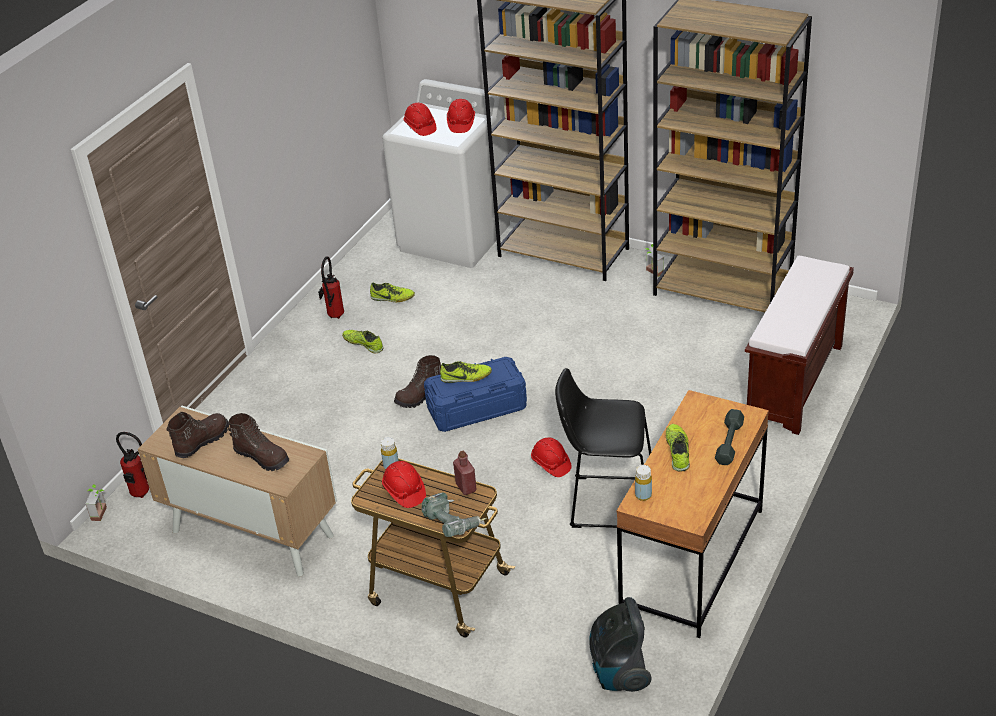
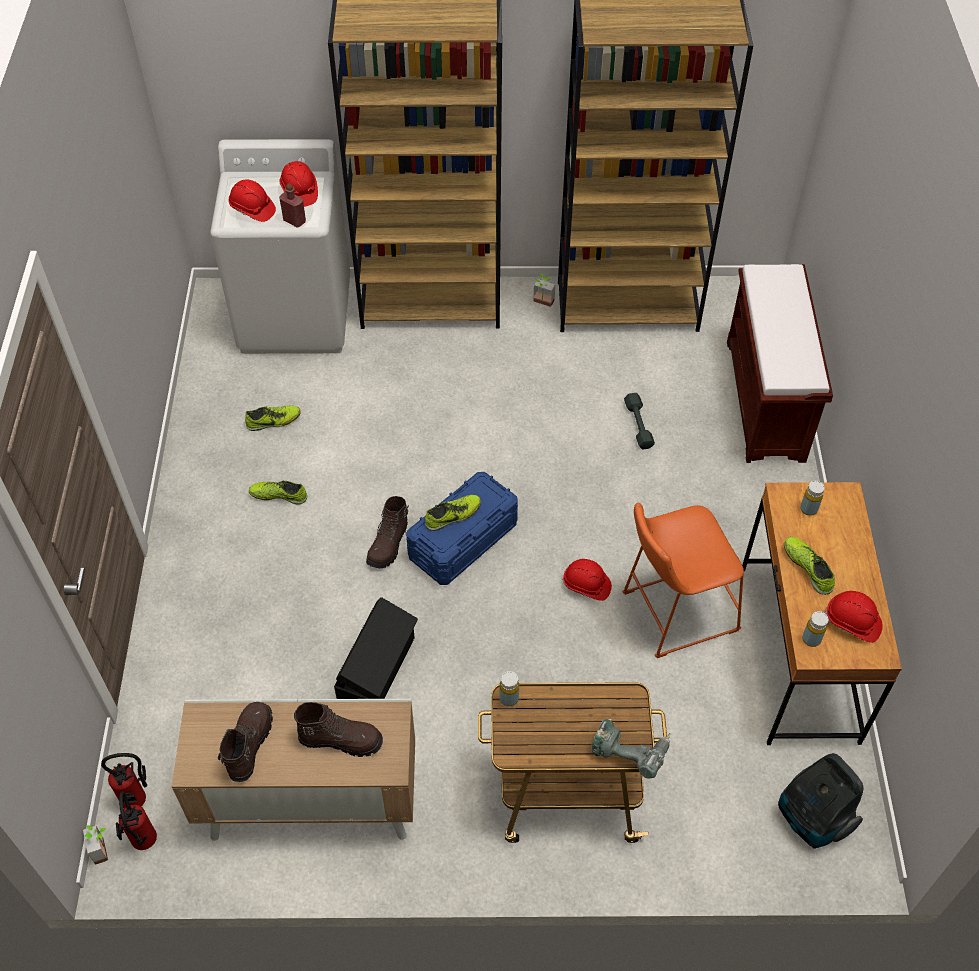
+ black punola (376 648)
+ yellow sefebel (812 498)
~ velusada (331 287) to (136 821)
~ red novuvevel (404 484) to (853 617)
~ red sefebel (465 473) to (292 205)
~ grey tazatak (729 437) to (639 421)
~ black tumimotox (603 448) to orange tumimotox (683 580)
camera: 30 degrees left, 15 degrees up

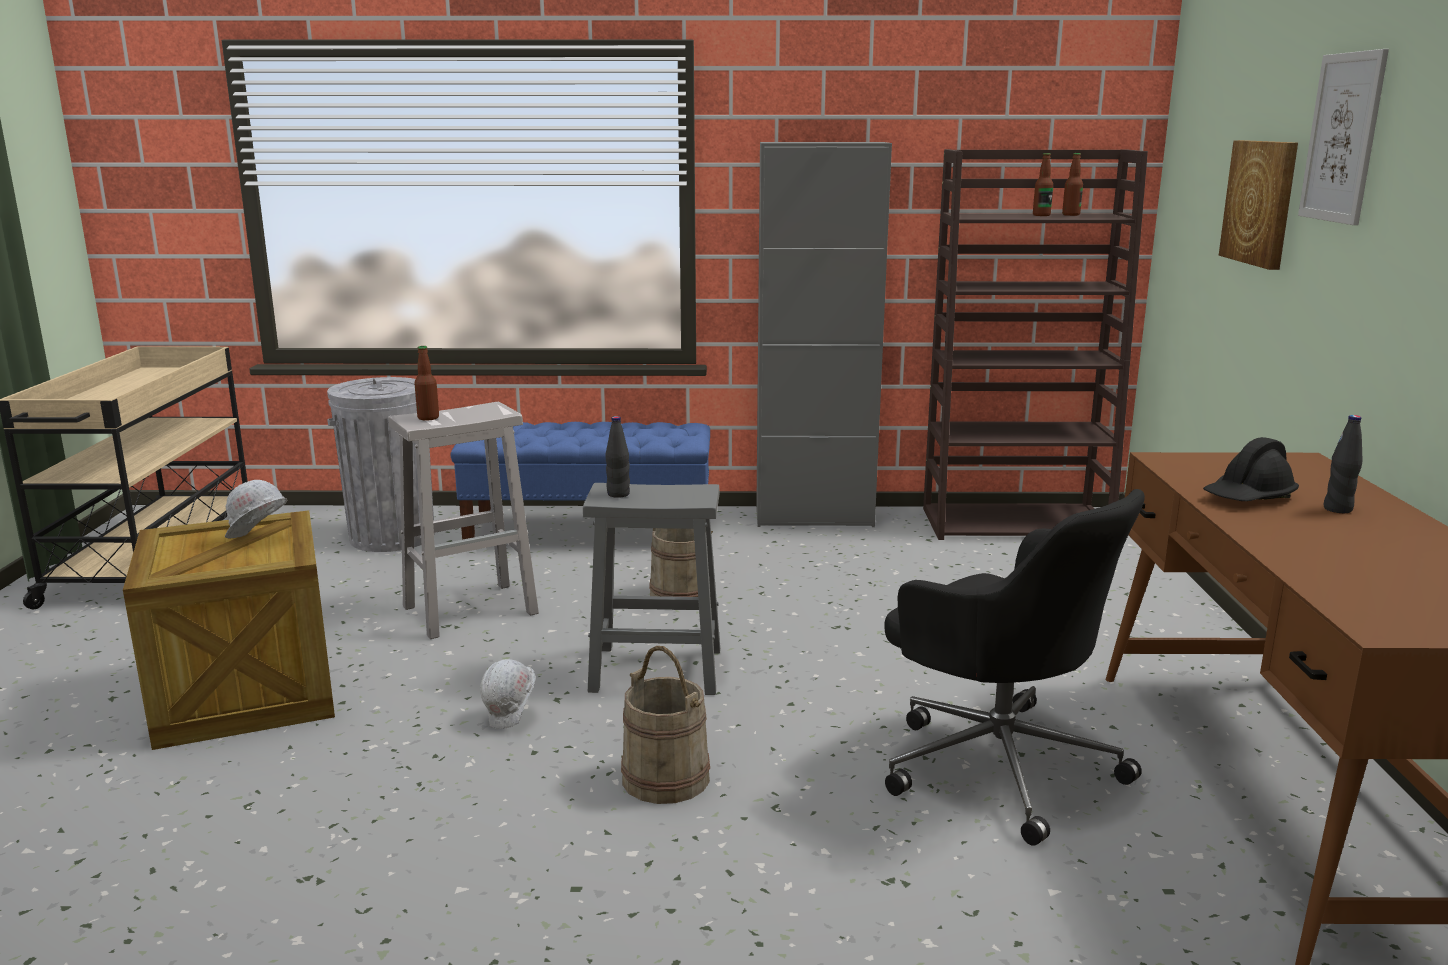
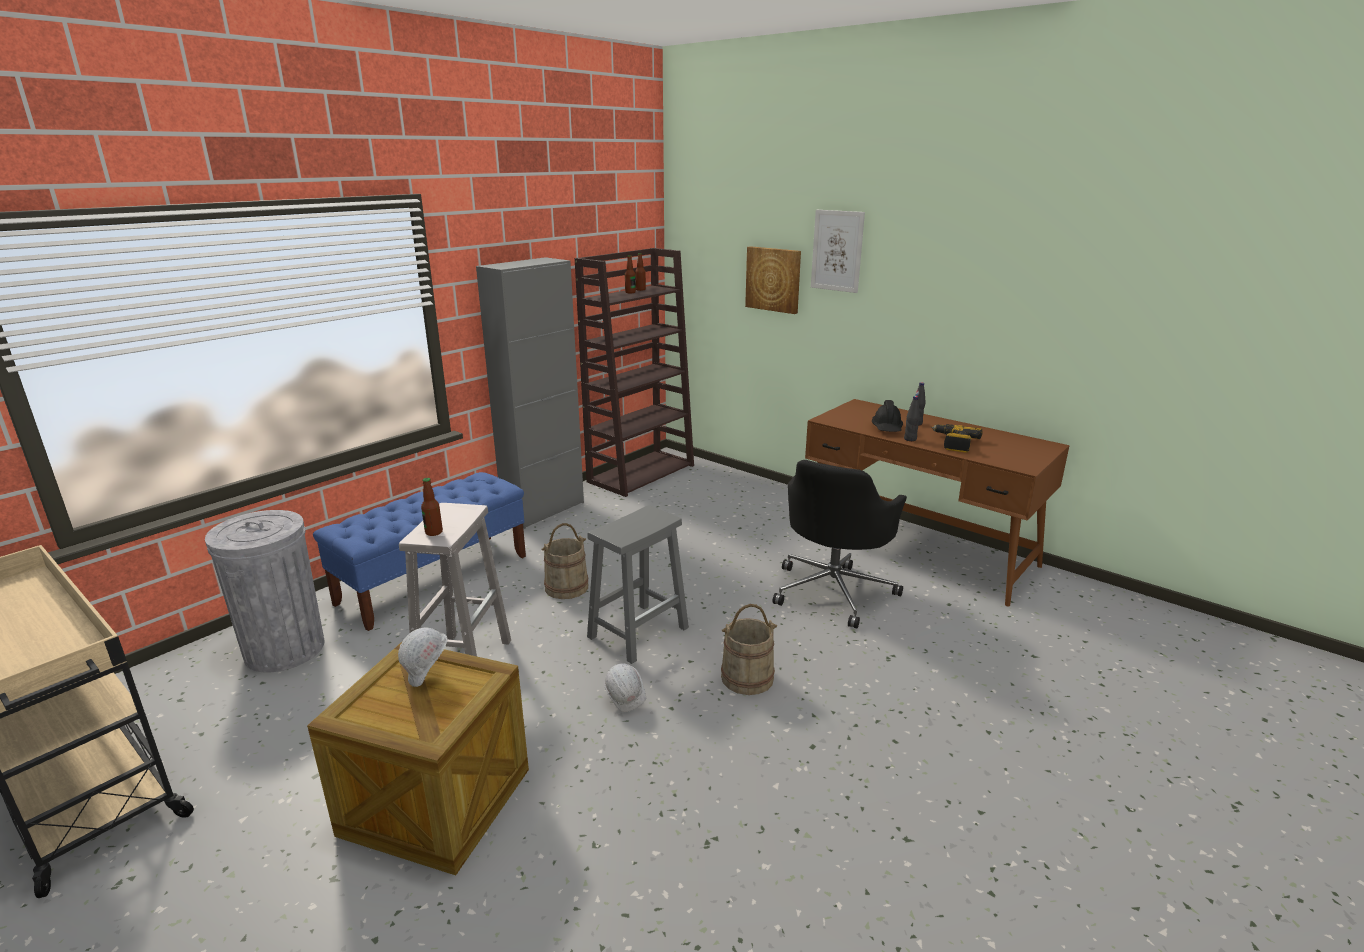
+ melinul (957 438)
~ black sefebel (618 457) to (912 418)
~ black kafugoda (1015 667) = (839 544) 120 degrees clockwise
camera: 50 degrees left, 5 degrees up

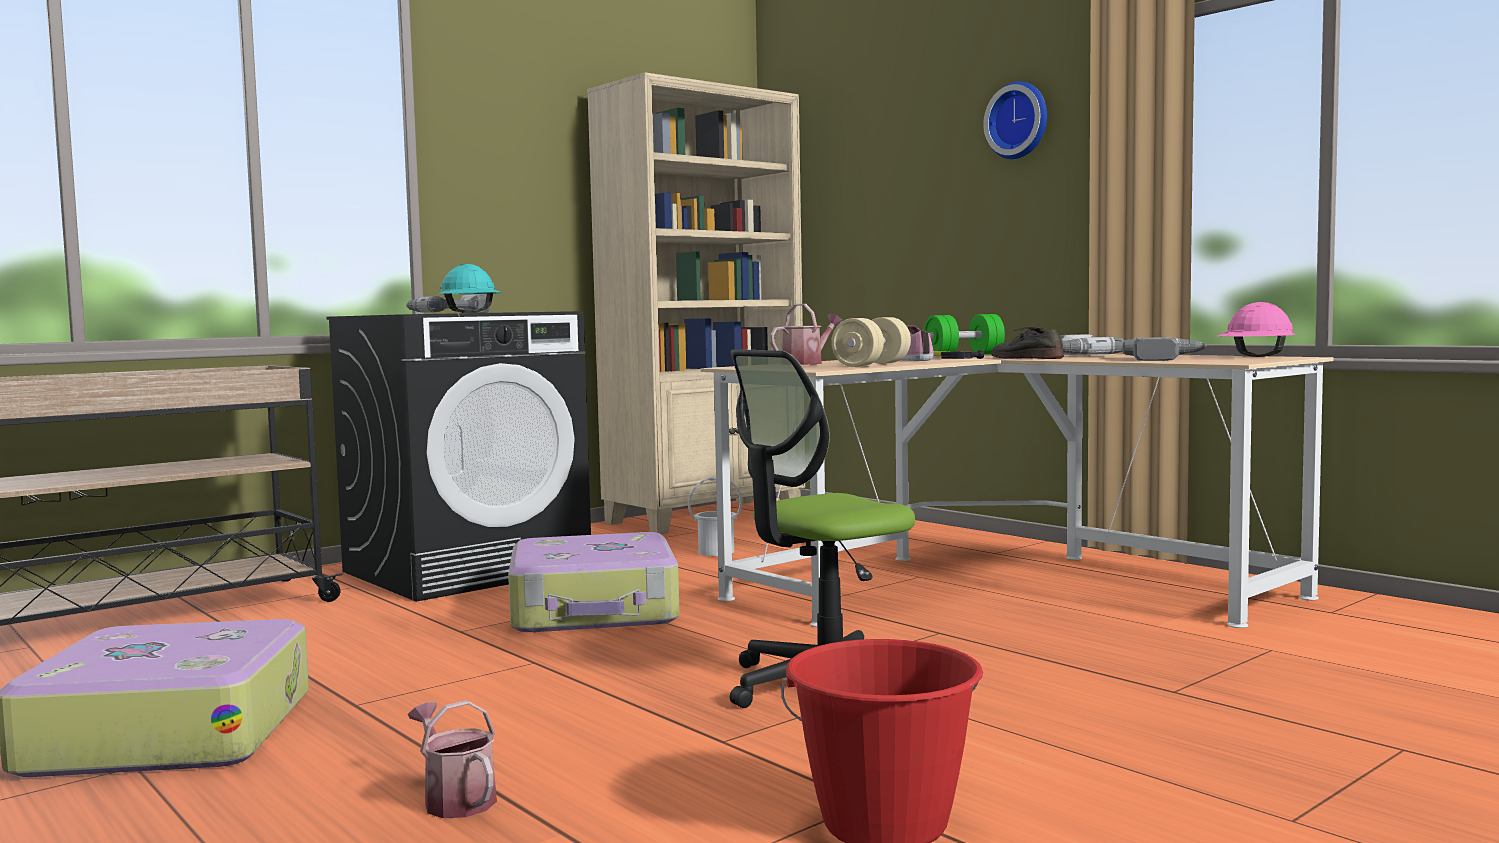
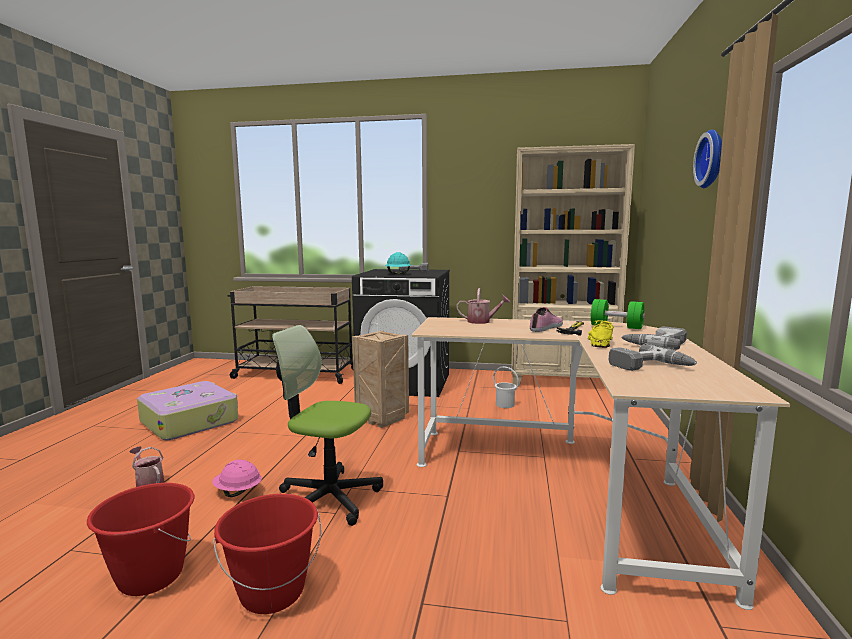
- beige tazatak (871 342)
+ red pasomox (267 554)
~ pink novuvevel (1256 329) to (237 478)
~ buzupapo (594 582) to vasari (380 379)
~ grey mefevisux (1027 342) to yellow mefevisux (601 334)
~ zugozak (452 759) = (147 466) 60 degrees counterclockwise
camera: 50 degrees right, 5 degrees up

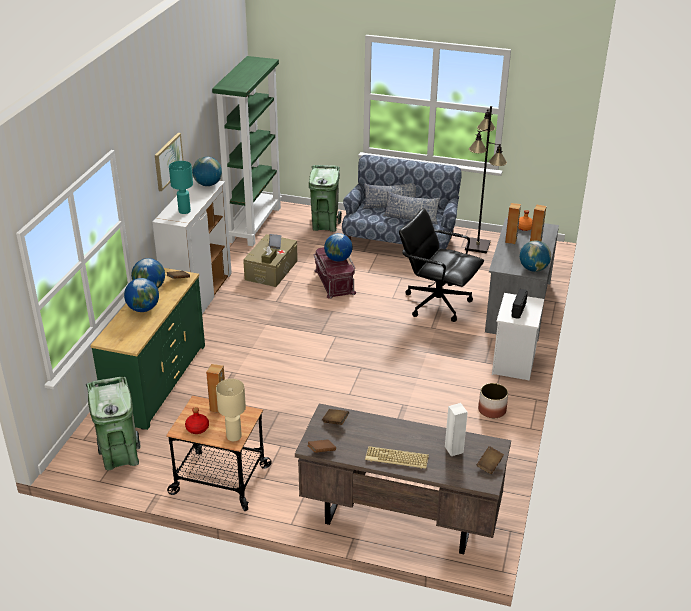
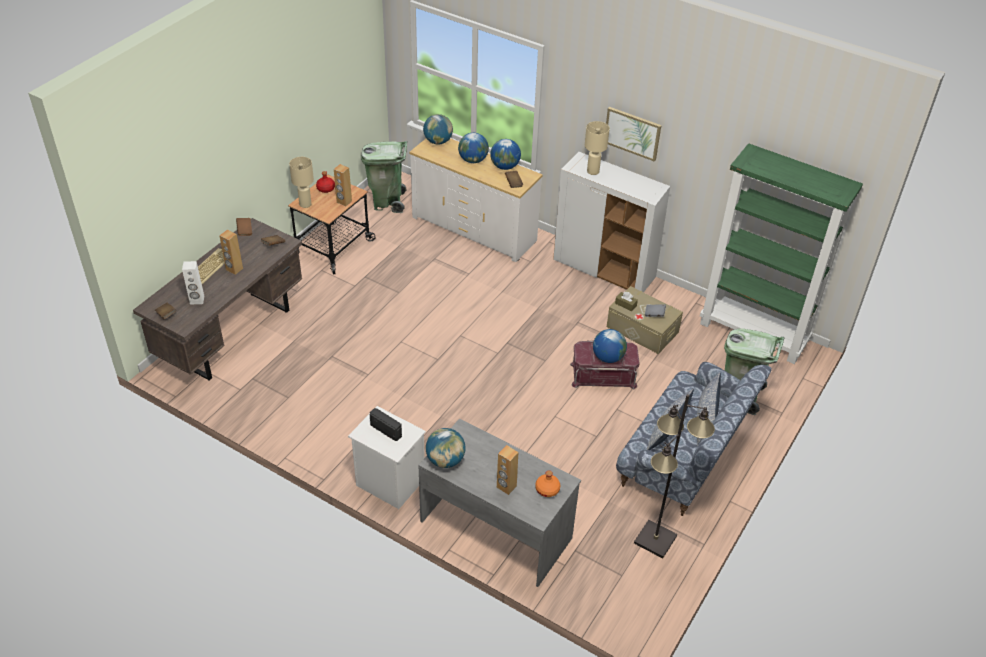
- black kafugoda (441 265)
- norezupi (493 400)
~ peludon (207 171) to (438 129)
~ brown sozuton (513 223) to (231 252)
~ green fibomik (147 349) to white fibomik (476 200)
~ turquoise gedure (181 187) to beige gedure (597 148)
camera: 105 degrees right, 10 degrees up

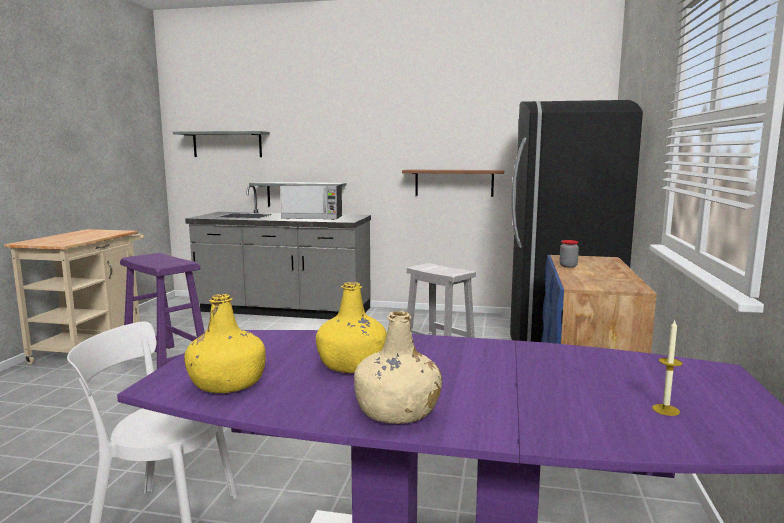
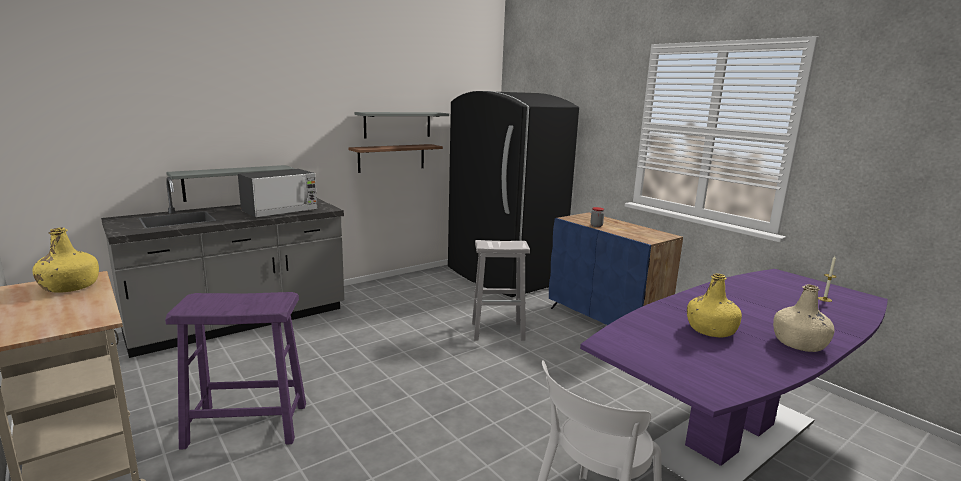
~ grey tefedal (221 144) to (401 125)
~ yellow sefebel (225 343) to (65 260)
camera: 50 degrees left, 5 degrees up

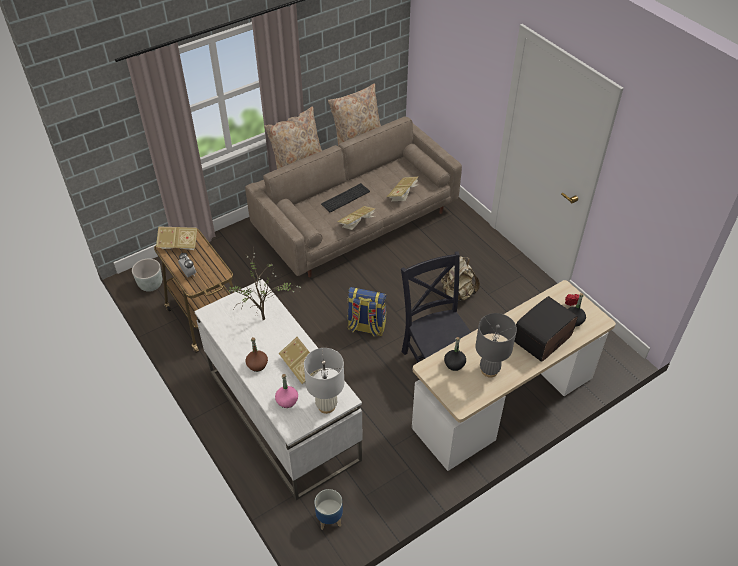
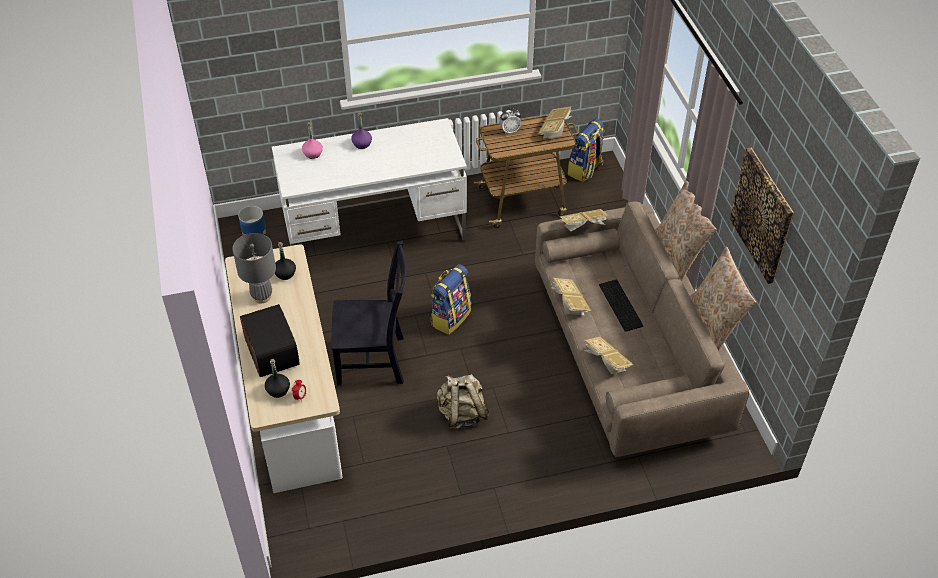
- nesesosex (261 283)
- white gedure (324 381)
+ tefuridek (762 216)
~ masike (300 360) to (584 220)
~ grey norezupi (147 275) to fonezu (586 150)
~ brown sefebel (257 354) to purple sefebel (361 130)
camera: 110 degrees right, 0 degrees up

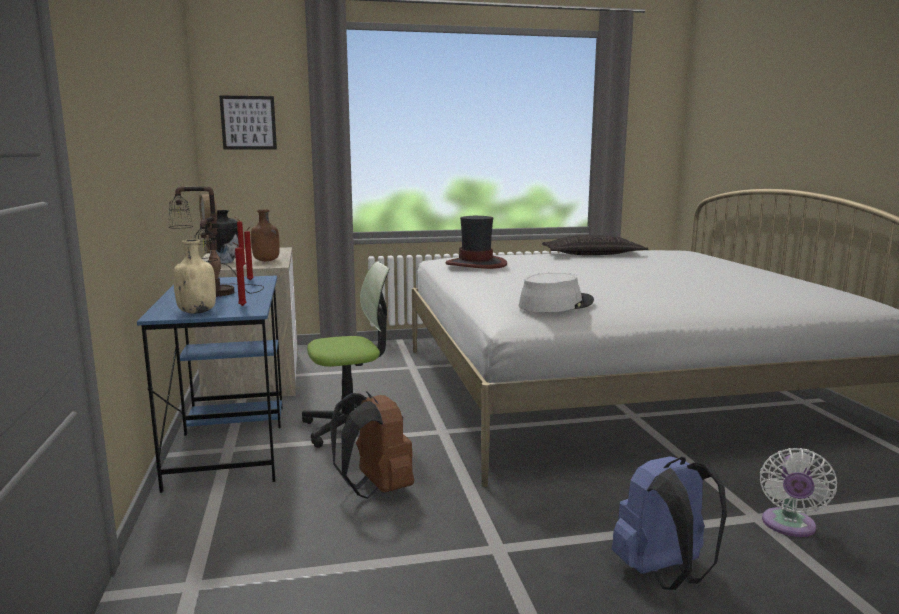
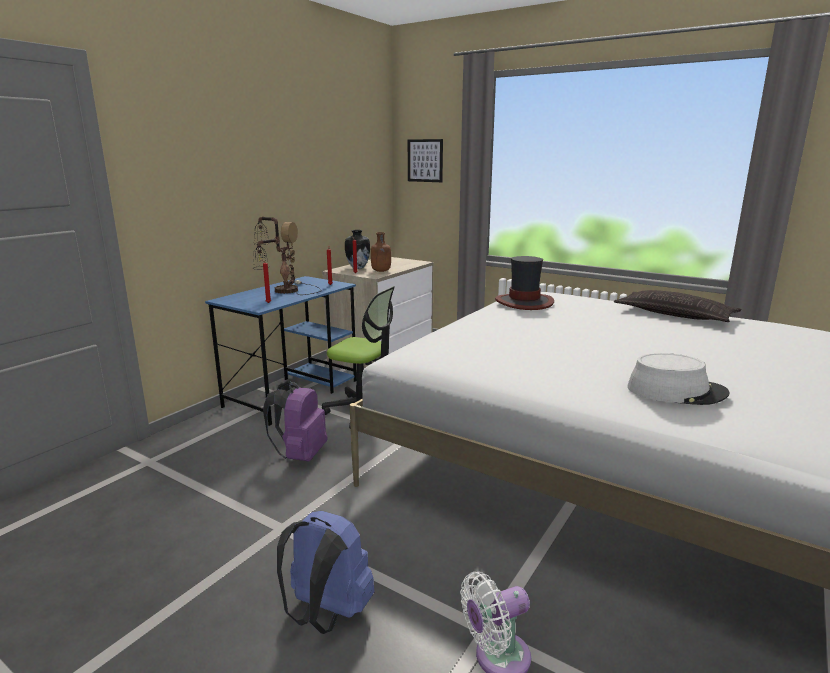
- beige sefebel (194 276)
~ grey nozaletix (556 292) to (678 379)
~ brown fonezu (372 445) to purple fonezu (295 421)
camera: 45 degrees right, 5 degrees up

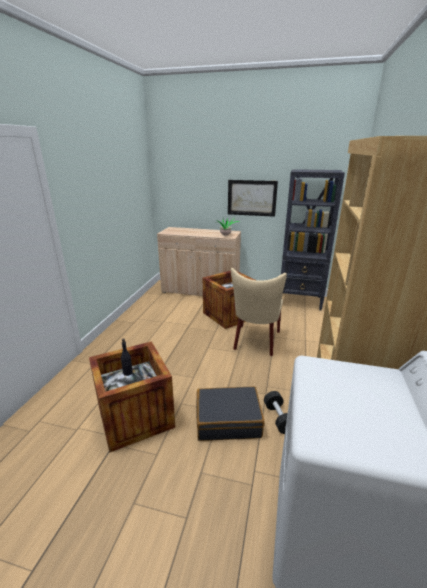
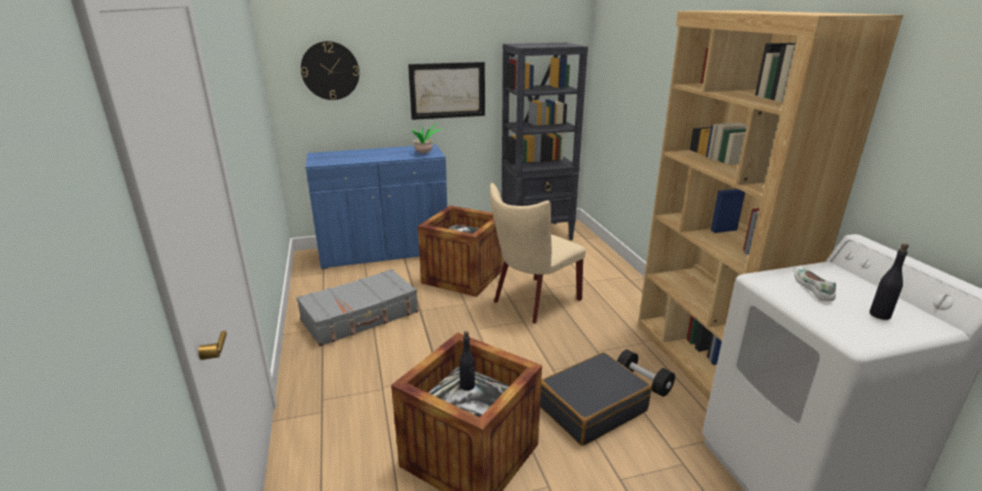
+ grey buzupapo (357 307)
+ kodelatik (330 70)
+ white mefevisux (815 284)
+ black sefebel (889 281)
~ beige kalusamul (199 261) to blue kalusamul (376 206)
~ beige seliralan (259 312) = (538 253) 60 degrees clockwise
camera: 30 degrees left, 0 degrees up

